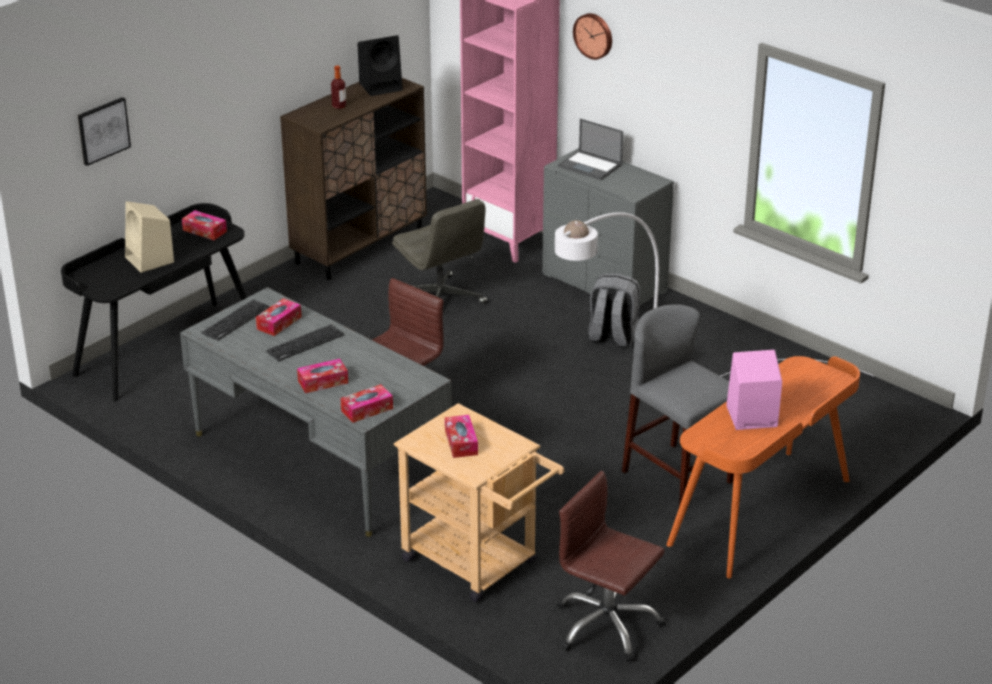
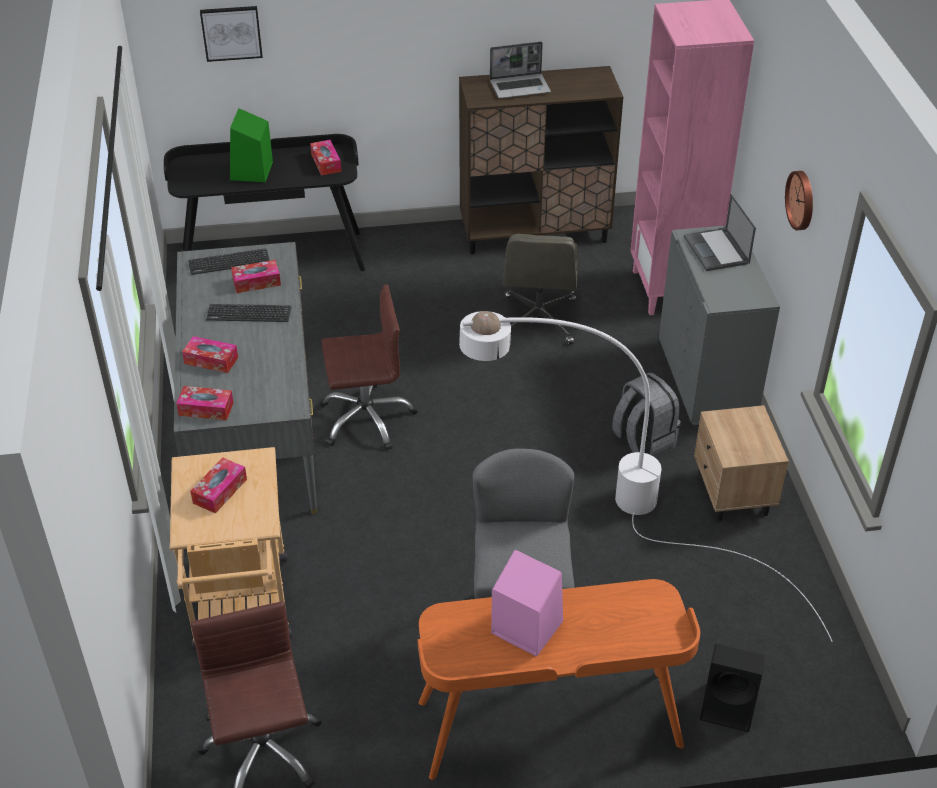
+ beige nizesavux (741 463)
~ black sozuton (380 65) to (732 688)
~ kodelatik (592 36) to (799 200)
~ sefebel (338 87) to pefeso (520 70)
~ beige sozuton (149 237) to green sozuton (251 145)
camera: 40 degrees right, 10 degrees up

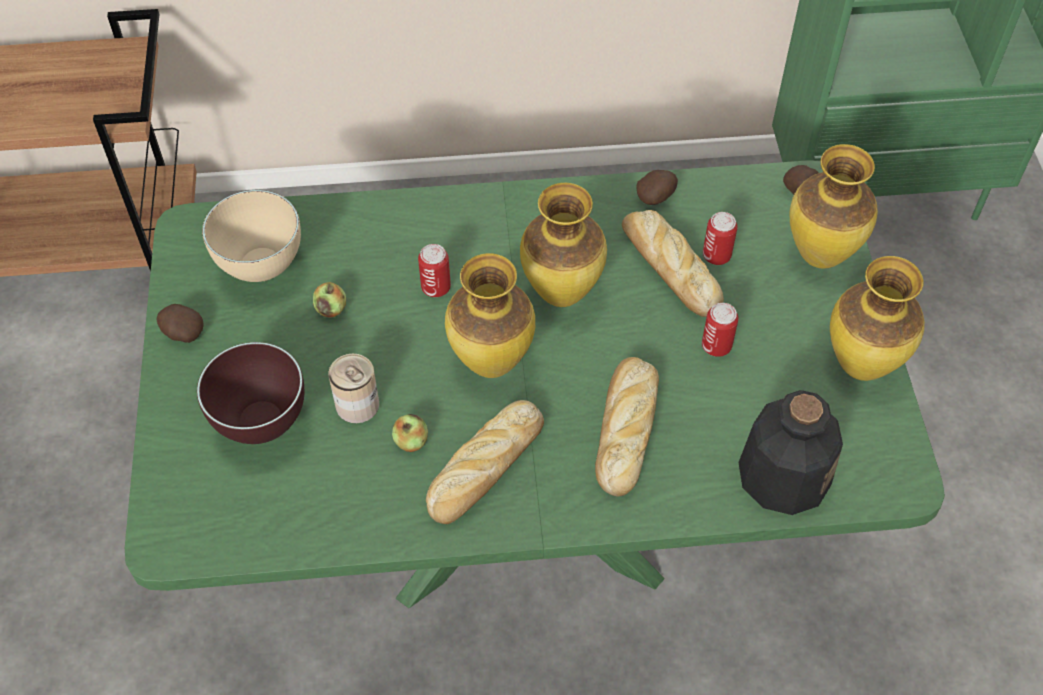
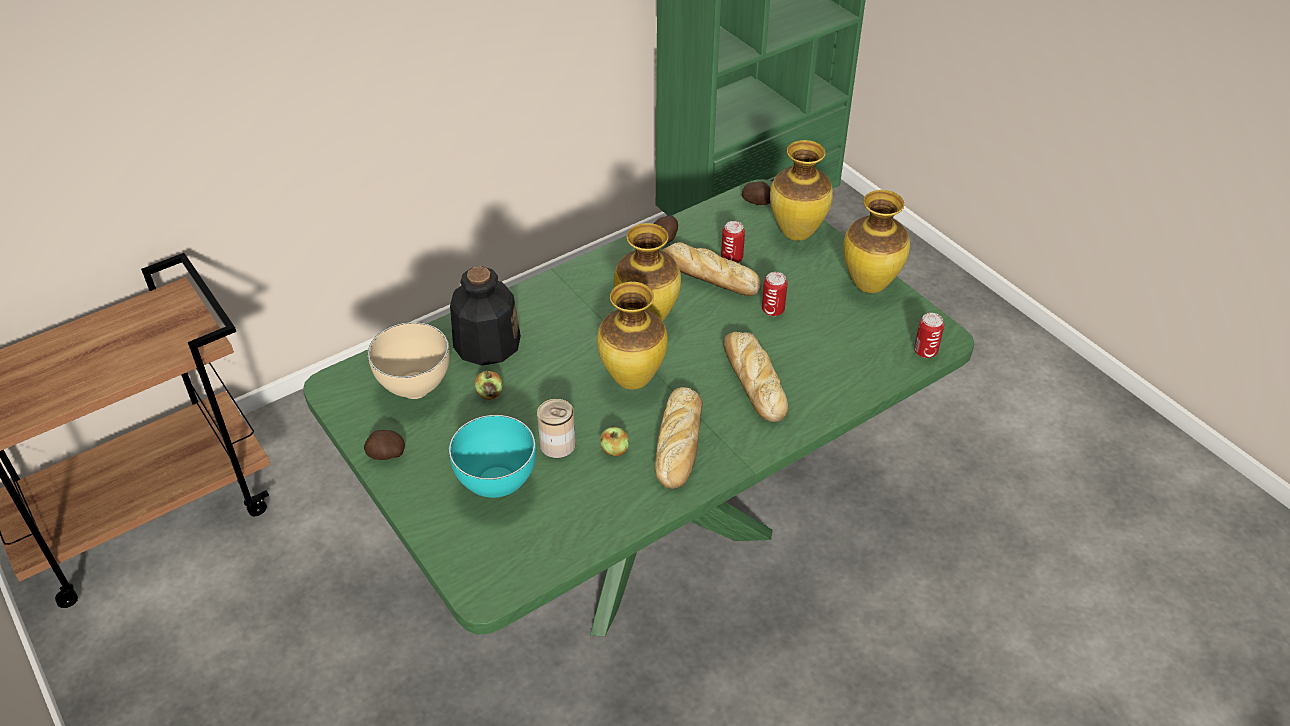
~ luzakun (434 270) to (929 335)
~ sefebel (790 452) to (485 316)
~ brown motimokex (250 393) to turquoise motimokex (492 456)
camera: 30 degrees left, 10 degrees down

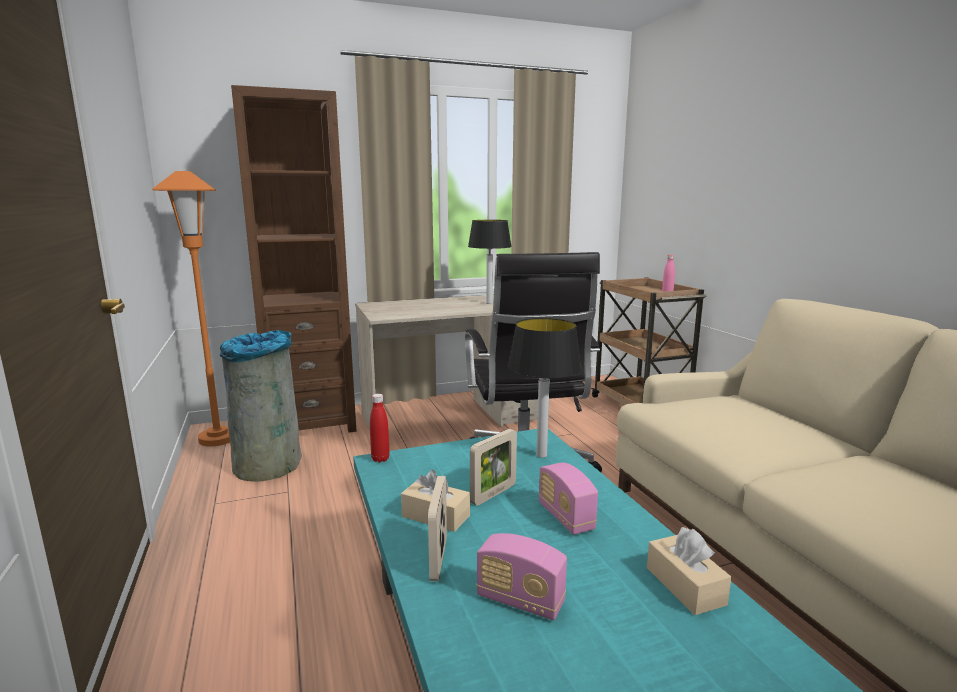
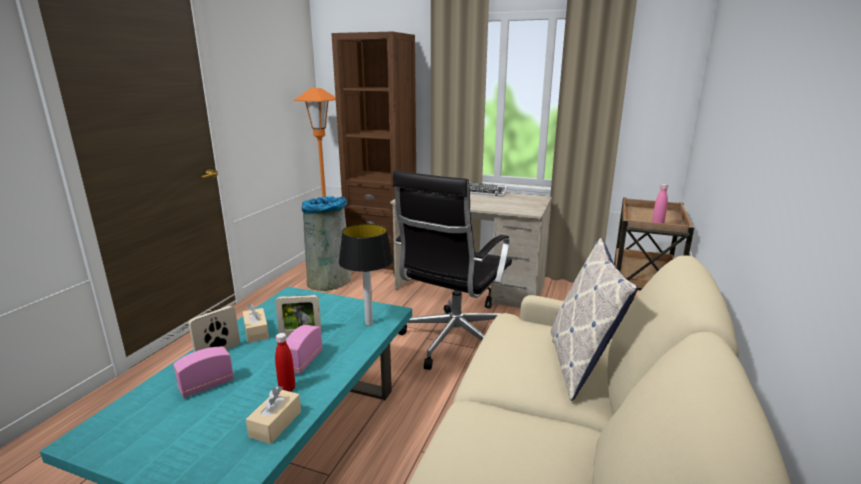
- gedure (490 262)
+ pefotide (488 189)
+ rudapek (594 319)
~ red sefebel (380 428) to (285 362)
~ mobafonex (521 576) = (203 372) 75 degrees clockwise
camera: 40 degrees right, 5 degrees up

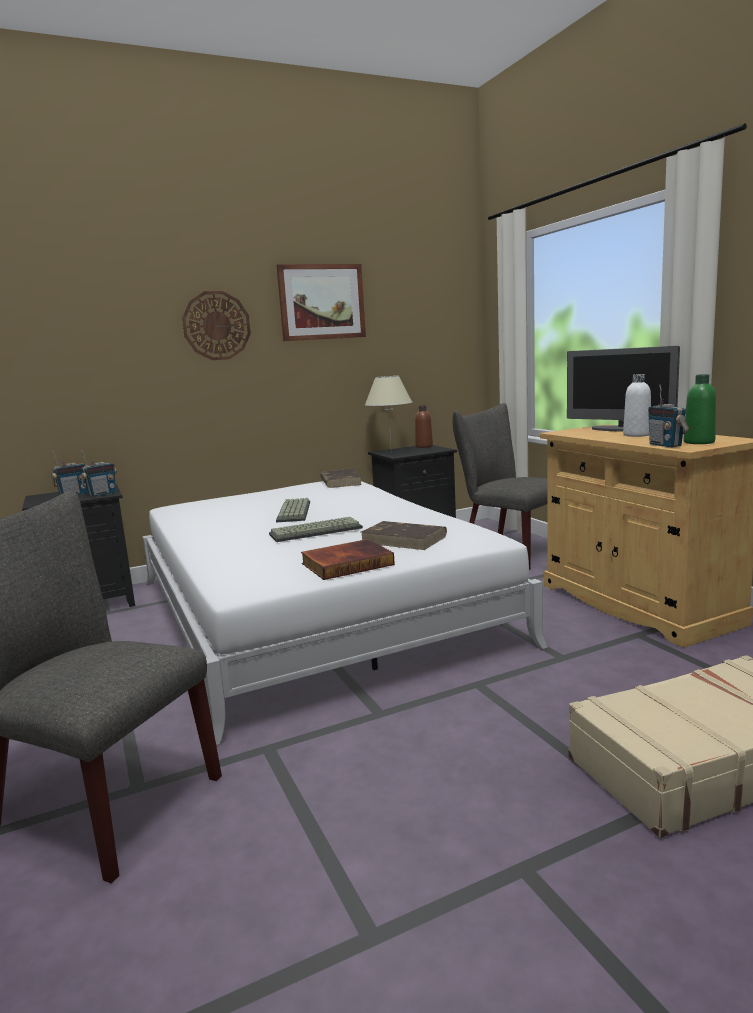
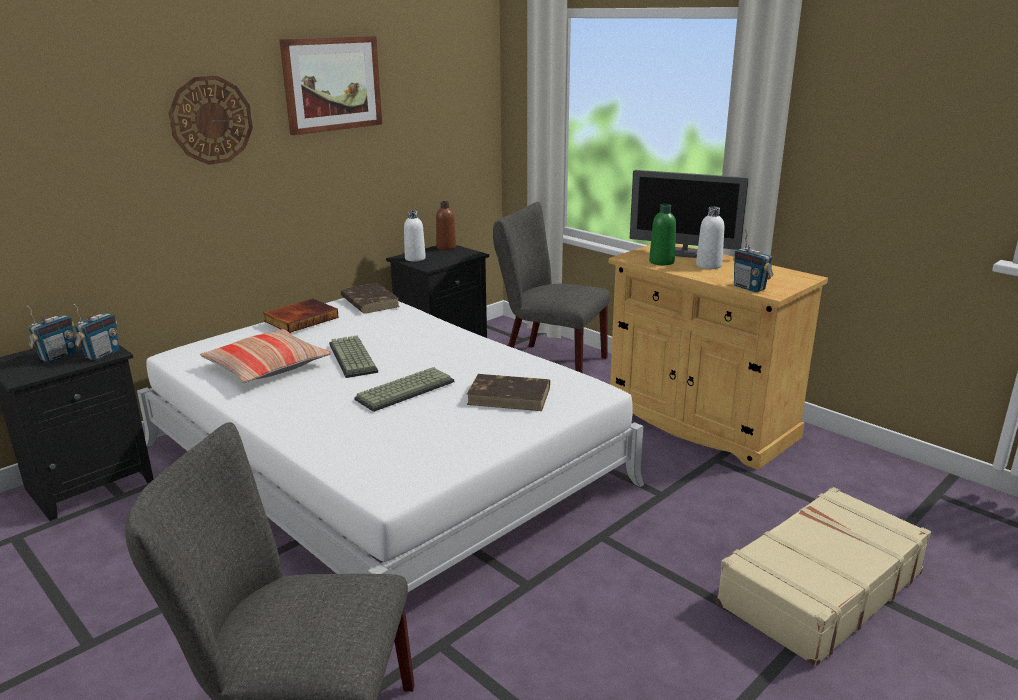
+ rudapek (265 356)
~ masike (348 559) to (301 315)
~ green sefebel (699 409) to (662 234)
~ beige gedure (388 409) to white sefebel (415 236)
camera: 20 degrees left, 10 degrees up

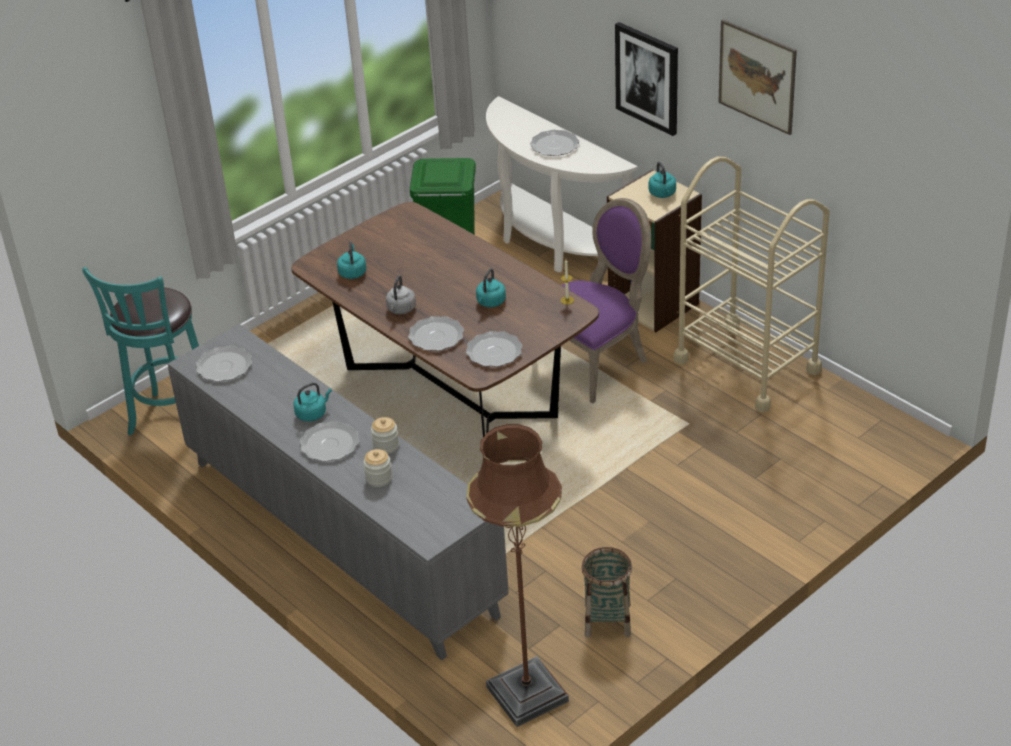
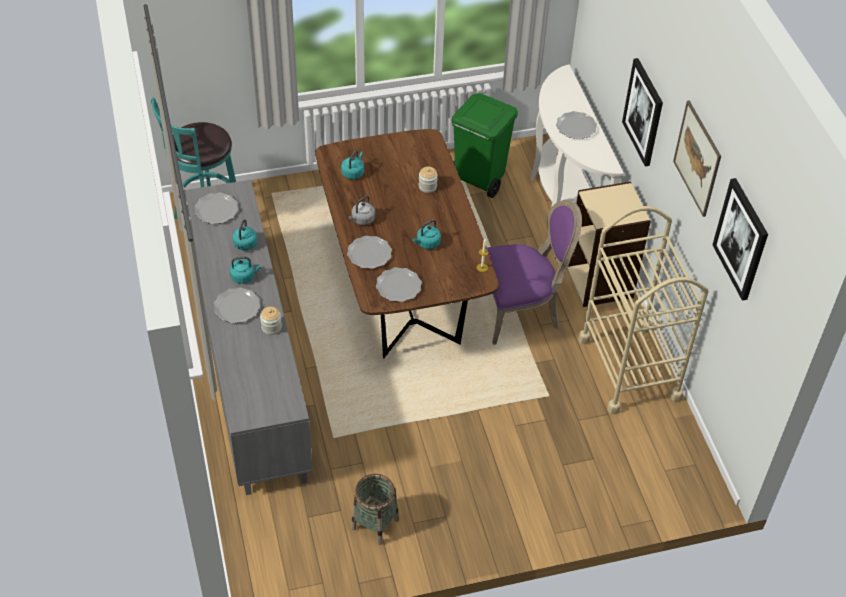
- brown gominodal (517 575)
+ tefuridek (740 239)
~ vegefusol (377 468) to (428 180)
~ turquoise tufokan (662 180) to (245 234)
camera: 25 degrees right, 10 degrees up

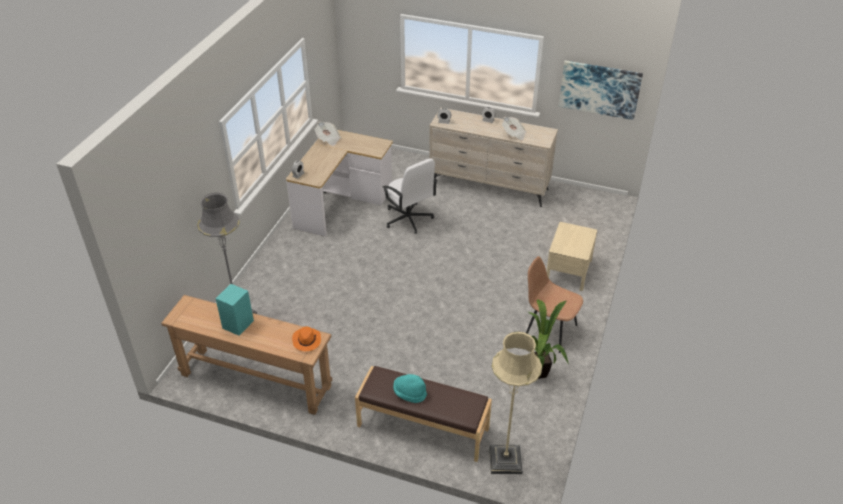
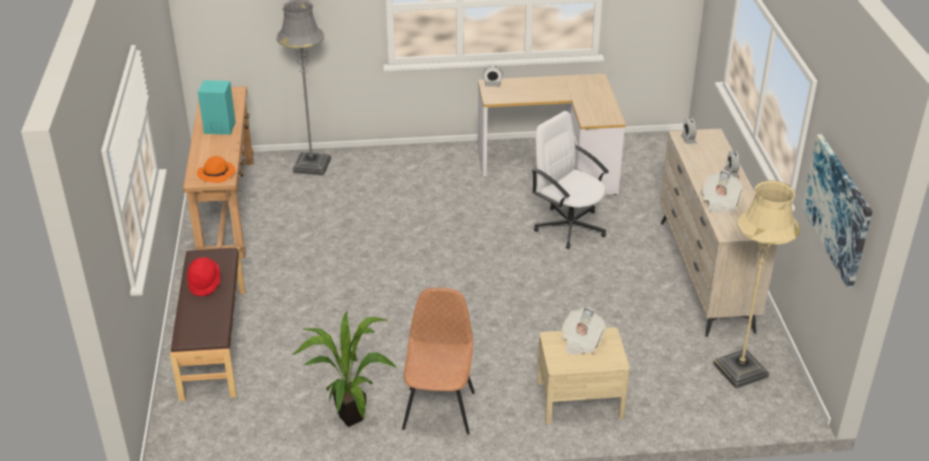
~ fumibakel (328 134) to (583 331)
~ beige gominodal (515 402) to (756 284)
~ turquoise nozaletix (410 388) to red nozaletix (203 276)
~ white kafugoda (410 196) = (570 180) 105 degrees clockwise
camera: 65 degrees right, 5 degrees down

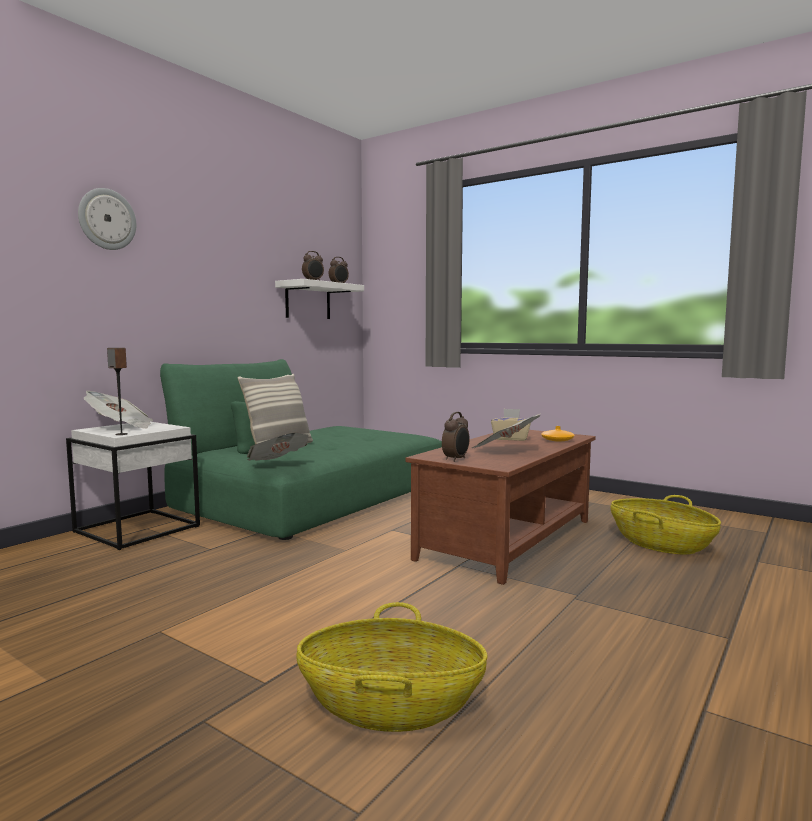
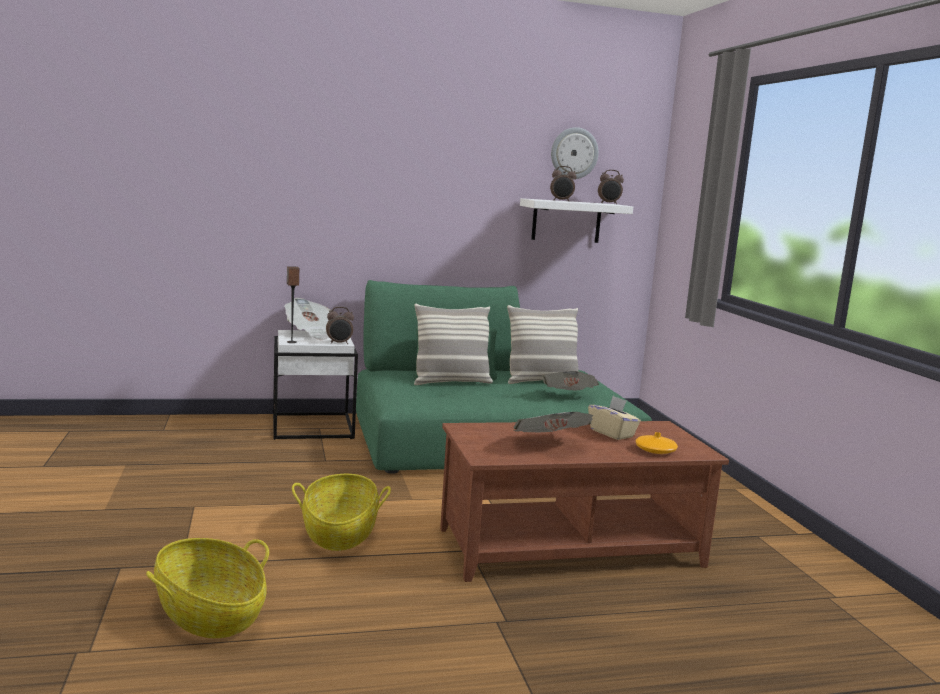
+ rudapek (542 344)
~ kodelatik (107 219) to (575 153)
~ fumibakel (278 446) to (570 380)
~ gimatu (456 437) to (340 325)
~ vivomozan (666 524) to (341 512)
camera: 40 degrees right, 5 degrees up

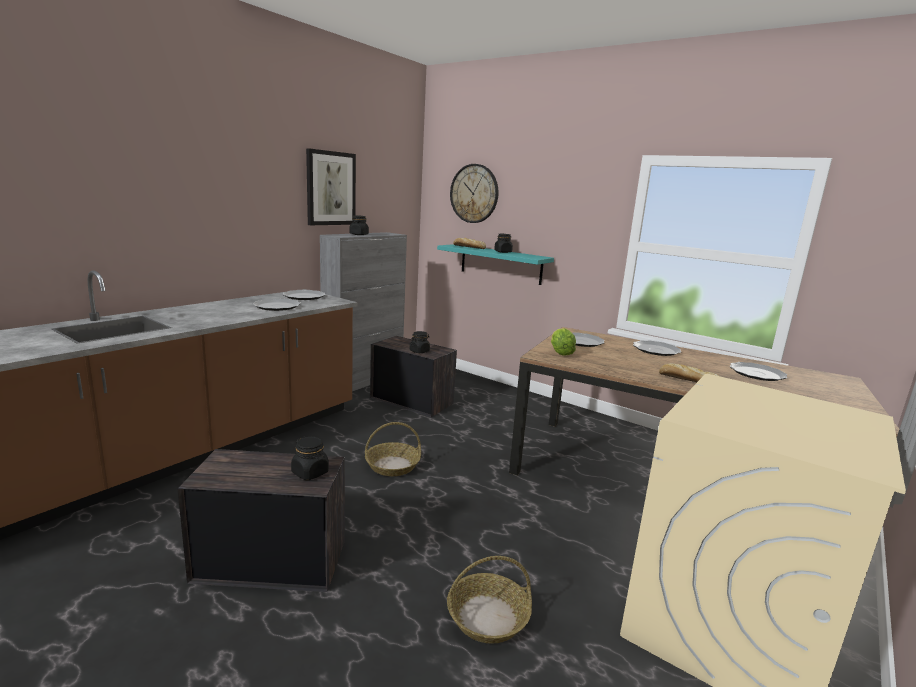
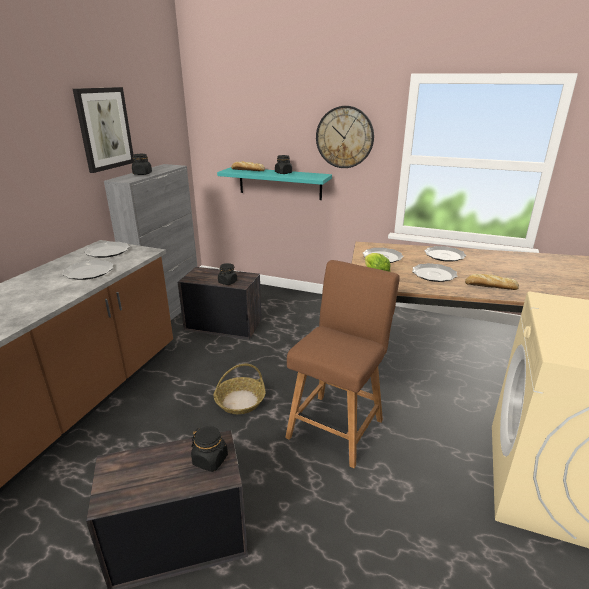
- vivomozan (489 600)
+ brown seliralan (342 364)
~ kodelatik (474 193) to (345 137)
~ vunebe (758 371) to (434 272)
camera: 15 degrees left, 10 degrees up

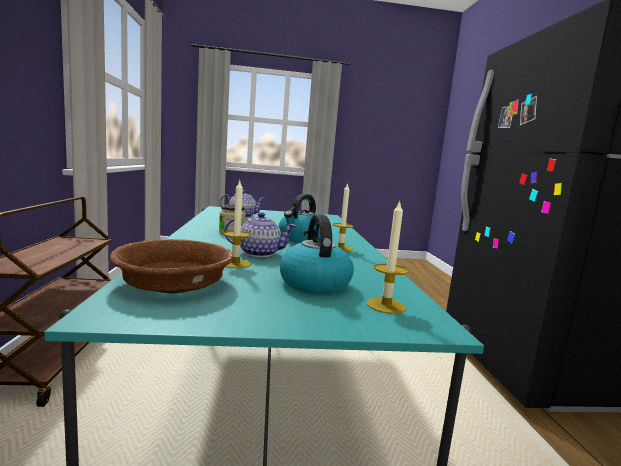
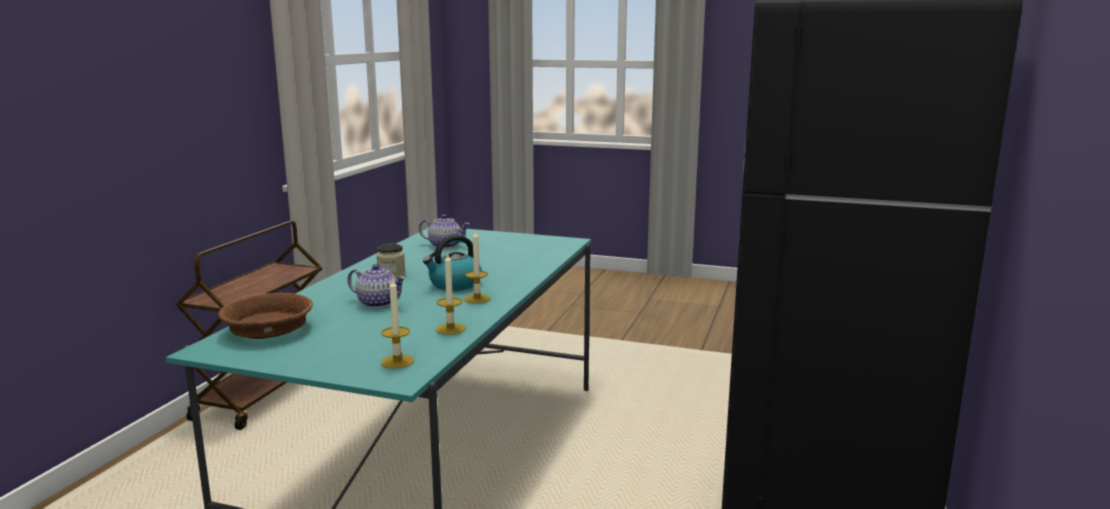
- tufokan (317 254)
~ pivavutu (237 224) to (450 294)
camera: 25 degrees right, 5 degrees up

